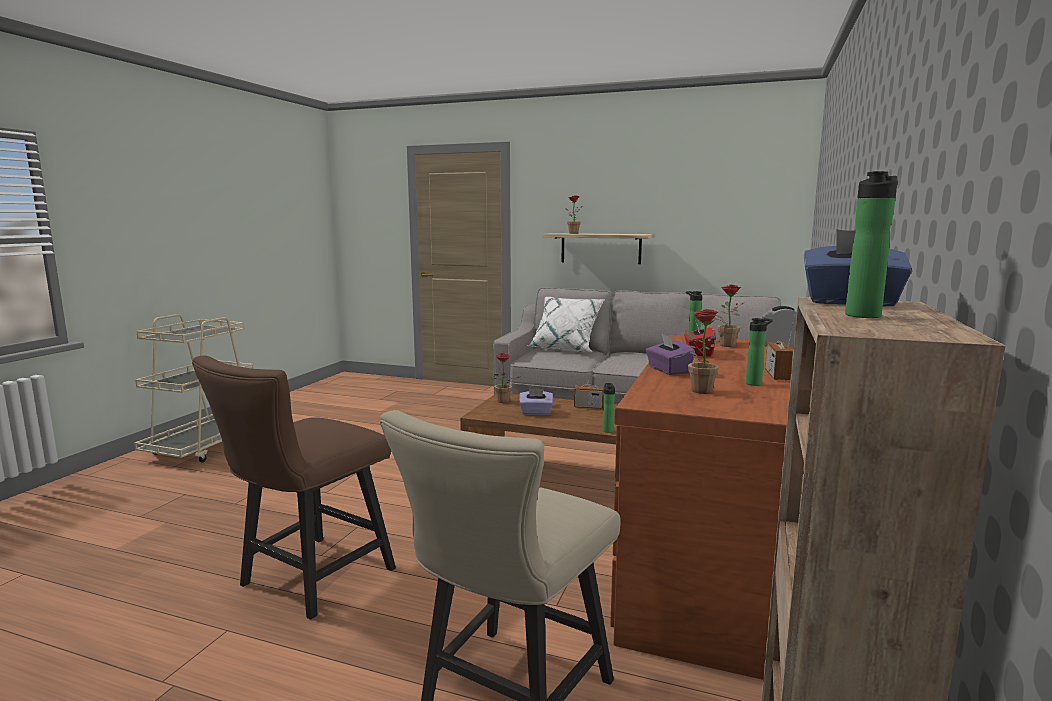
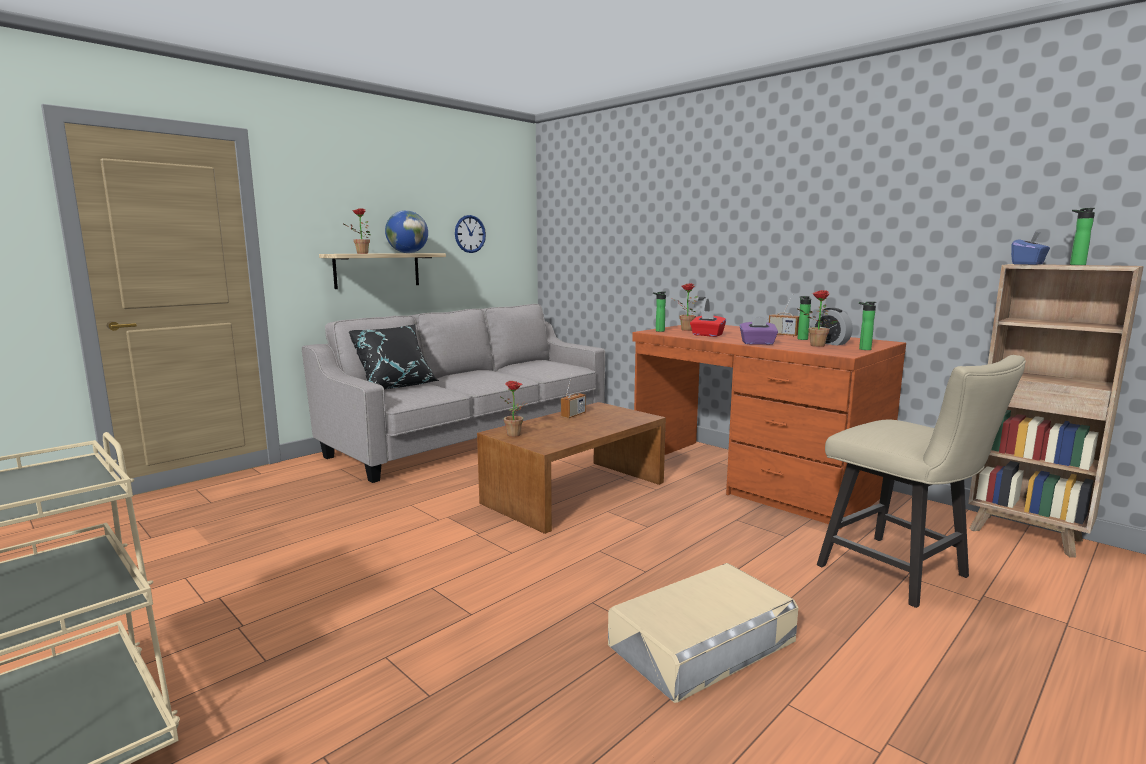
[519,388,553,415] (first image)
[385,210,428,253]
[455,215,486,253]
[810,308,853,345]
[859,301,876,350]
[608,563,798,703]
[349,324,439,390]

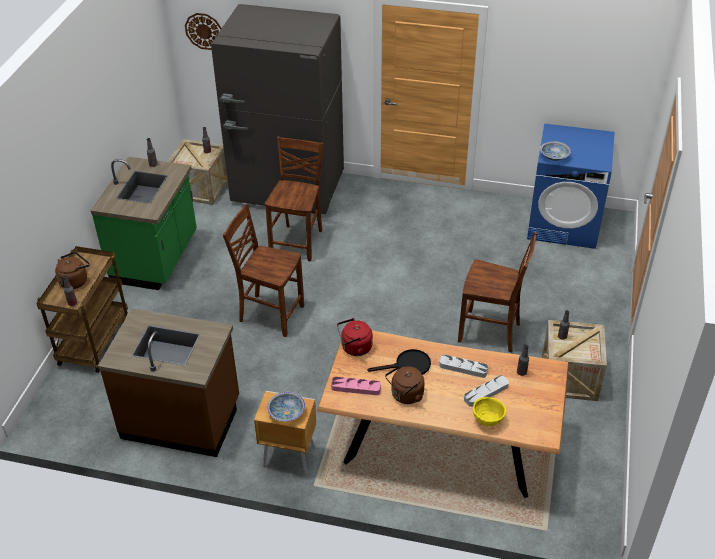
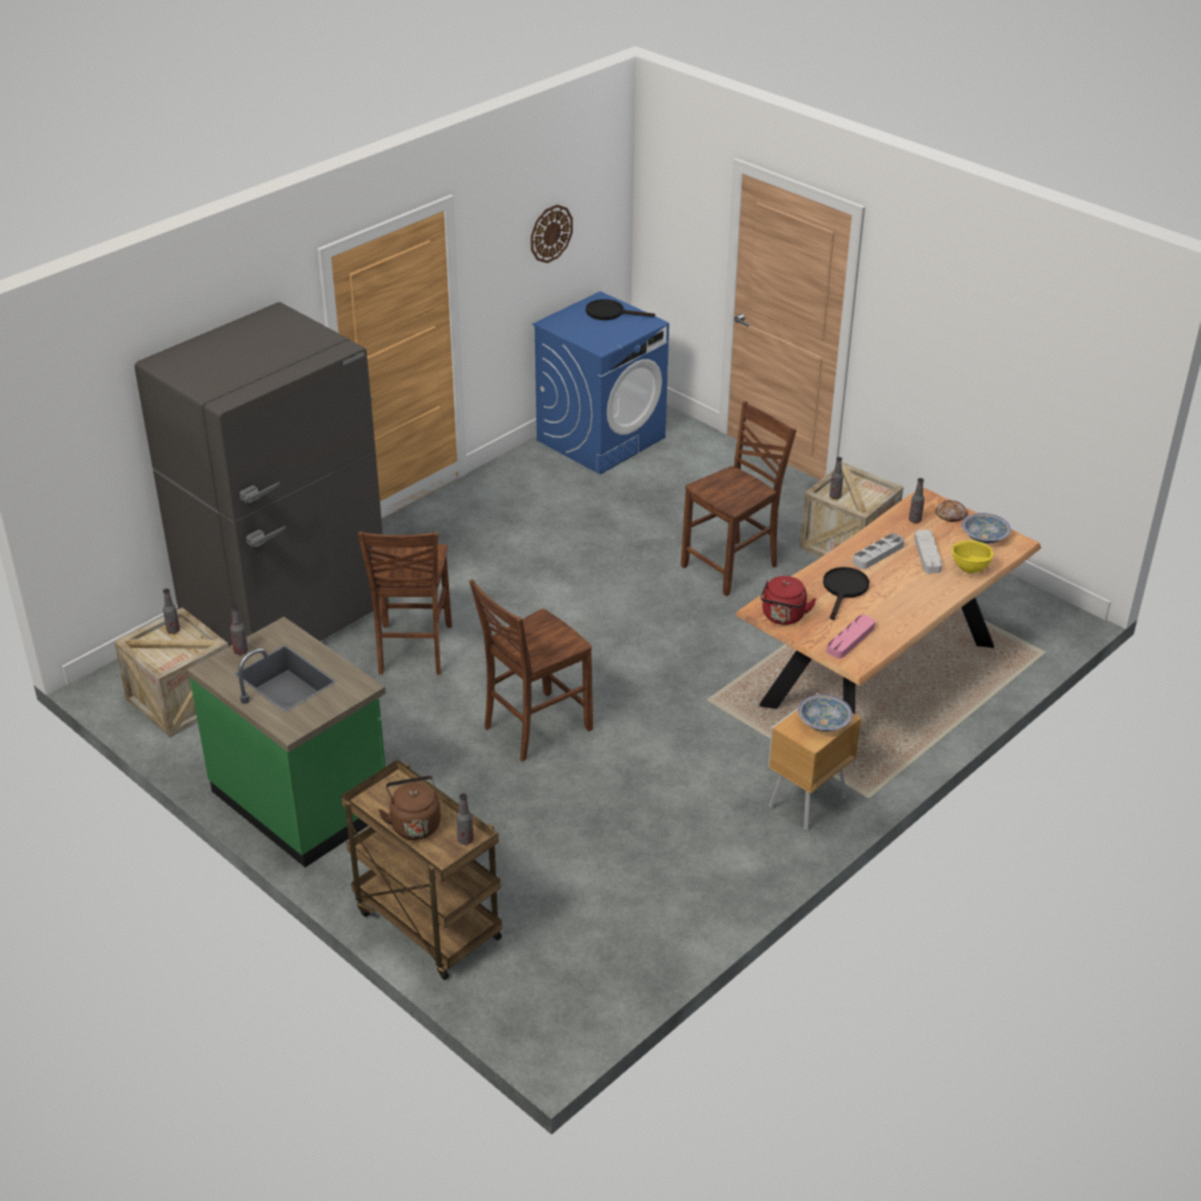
[98,308,239,457] (first image)
[385,366,424,404] (first image)
[586,299,655,320]
[935,500,968,522]
[531,205,573,263]
[962,513,1011,544]
[358,531,452,675]

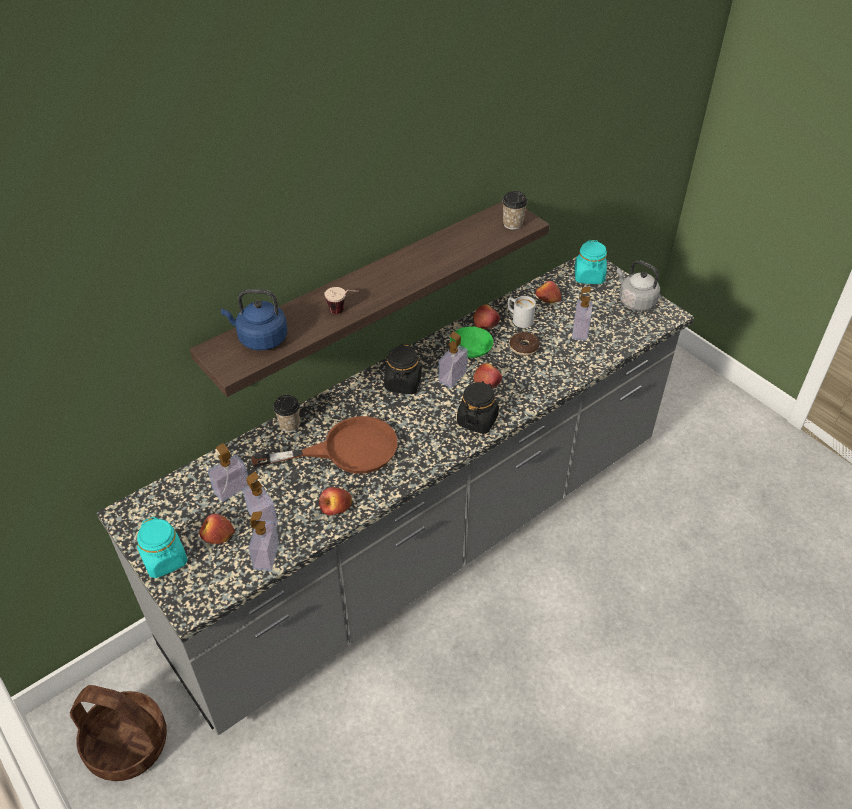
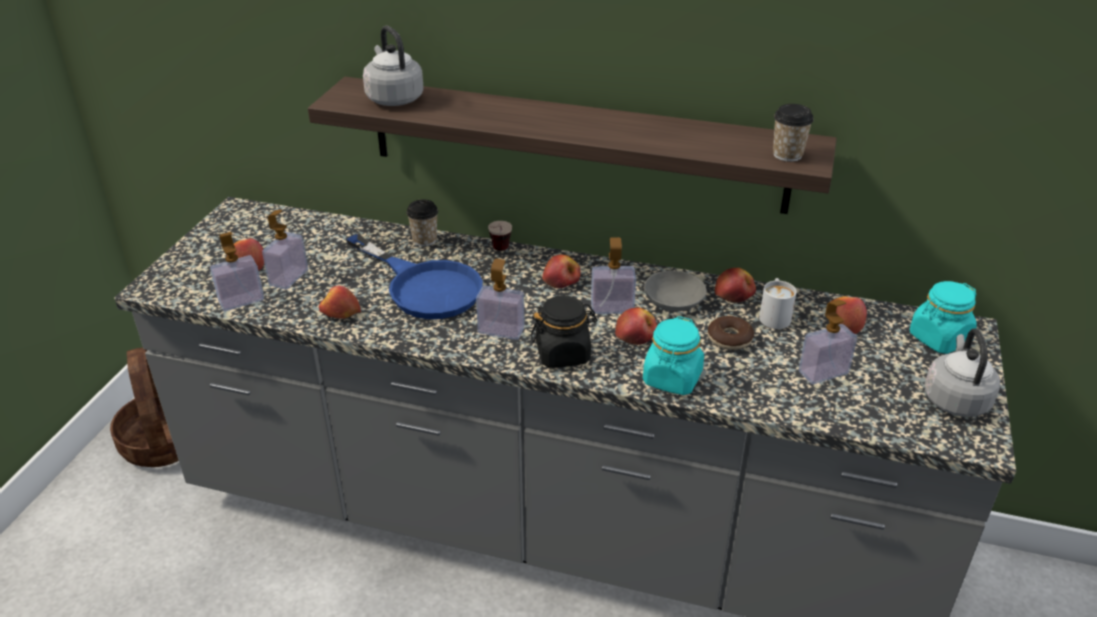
[643,316,704,395]
[476,259,525,340]
[488,221,512,251]
[542,255,580,288]
[363,26,423,106]
[346,234,483,319]
[644,271,707,311]

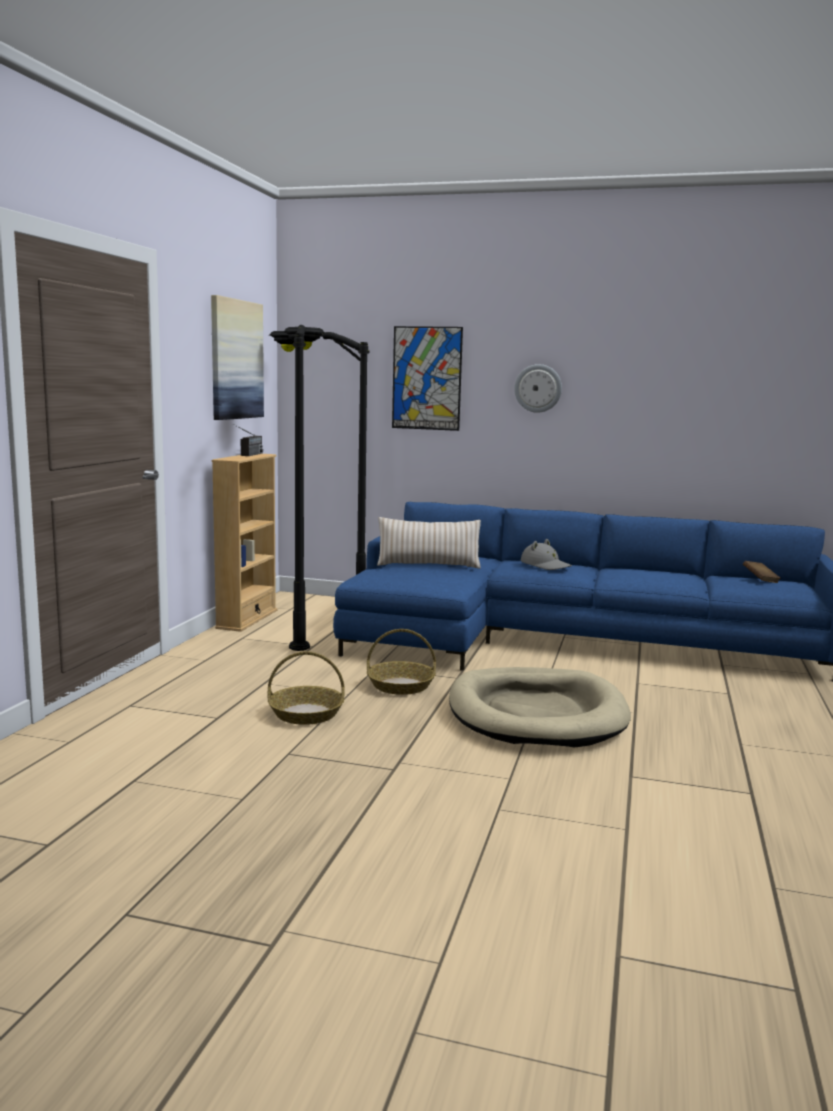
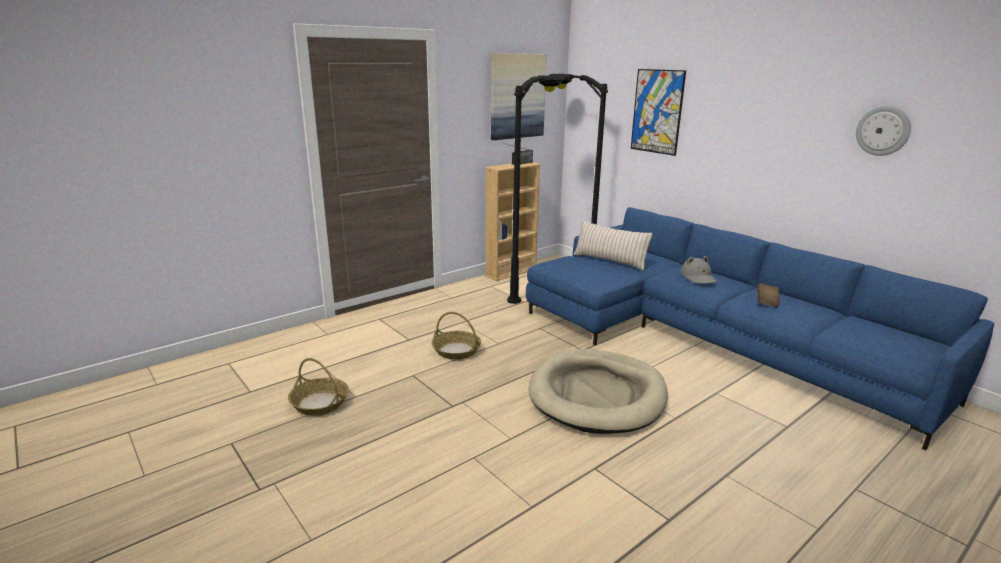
[288,358,349,416]
[856,106,911,156]
[758,283,780,308]

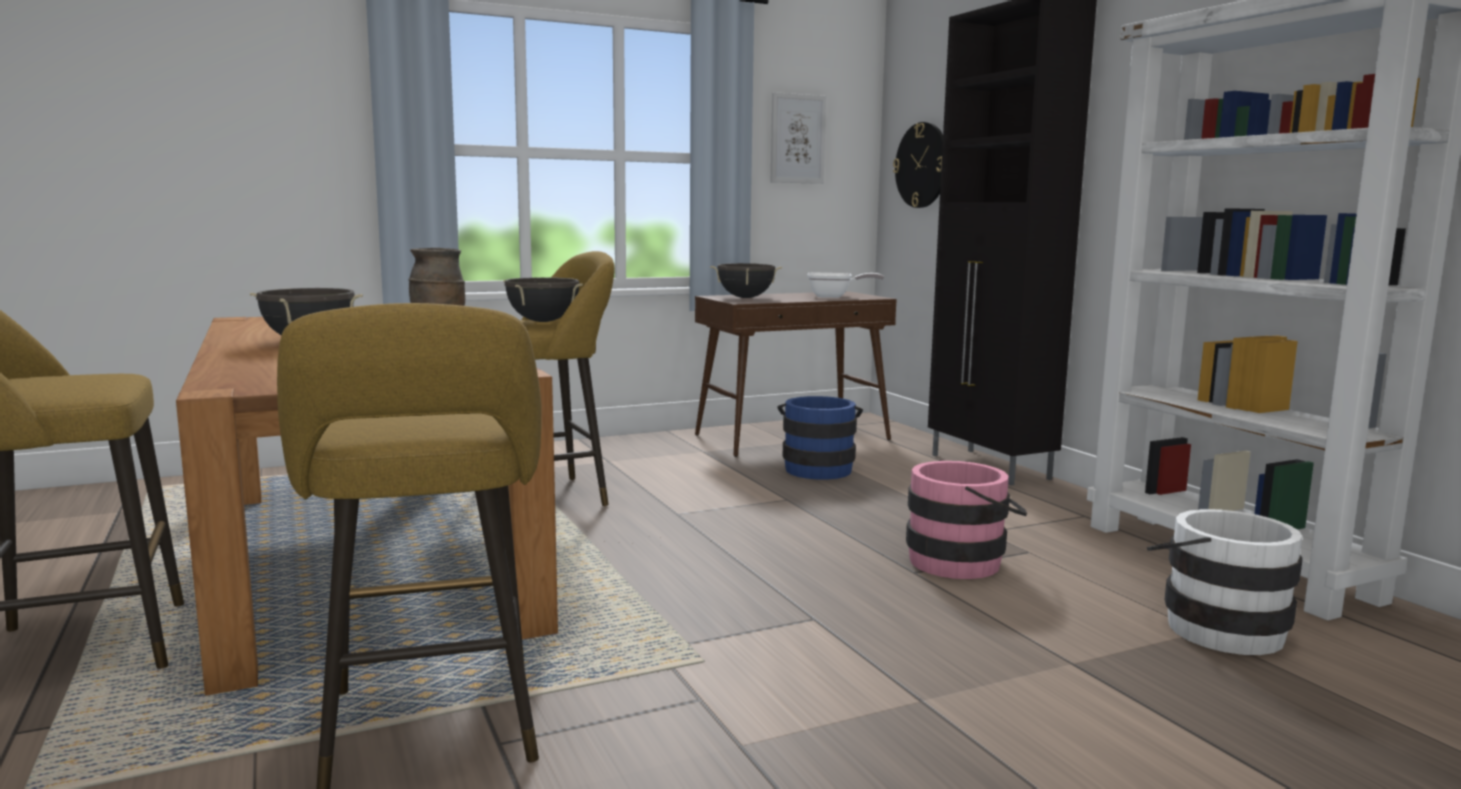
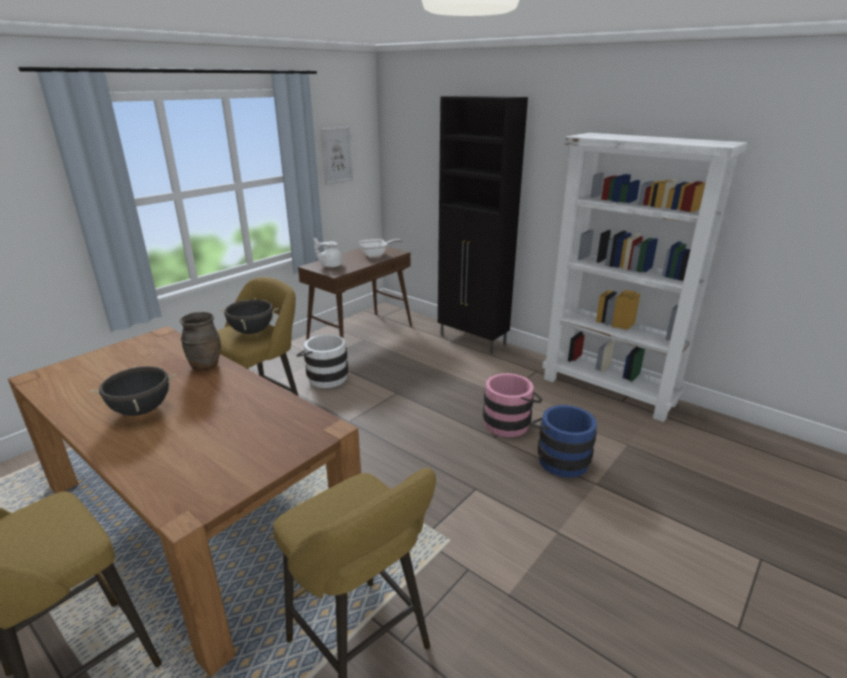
[893,122,943,208] (first image)
[531,405,597,478]
[296,334,348,388]
[314,238,343,267]

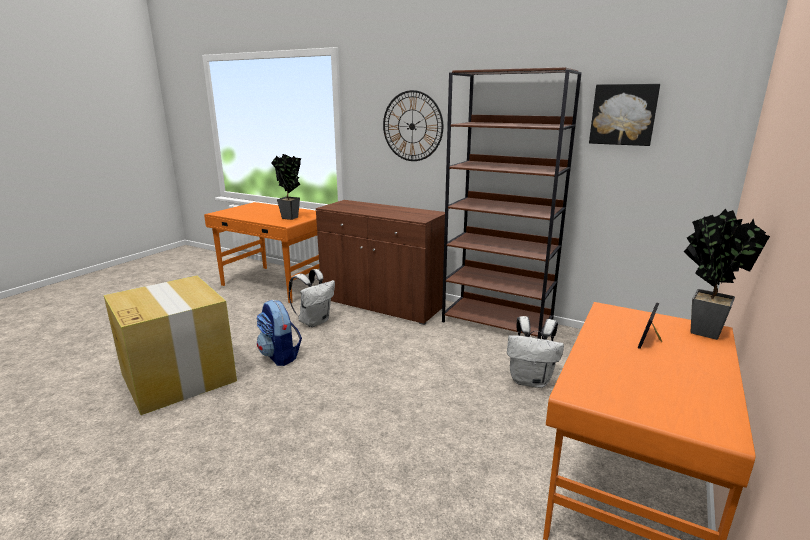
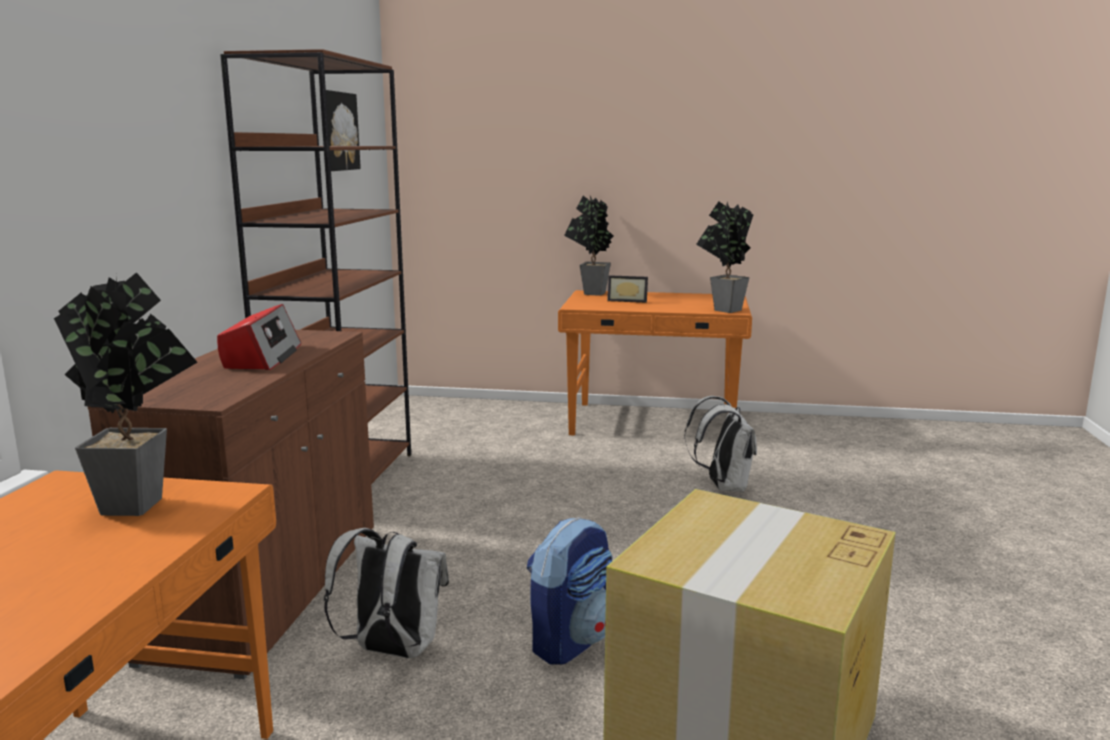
[383,90,443,161] (first image)
[217,304,301,370]
[696,202,754,313]
[684,396,757,492]

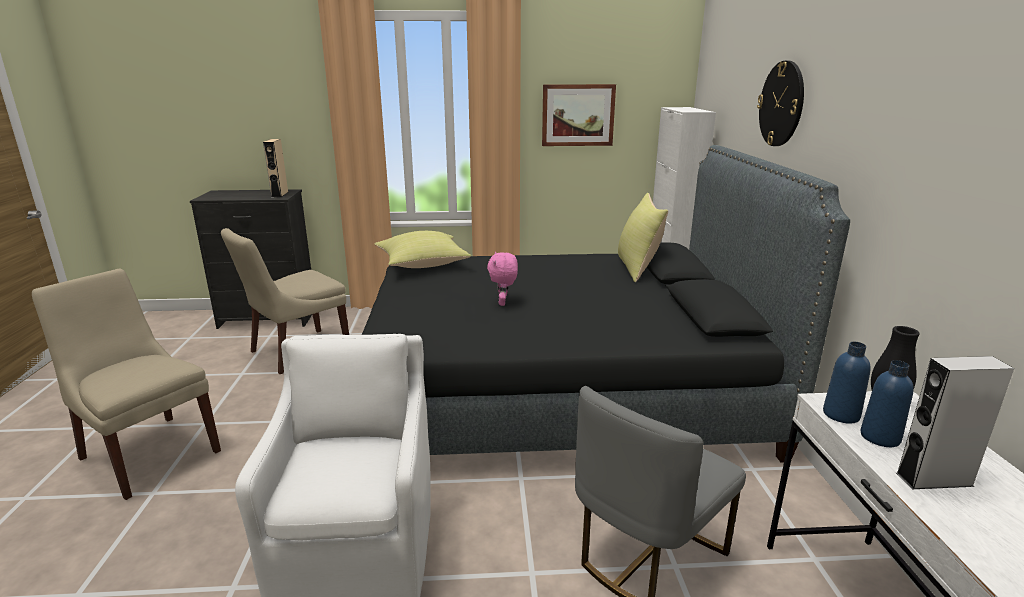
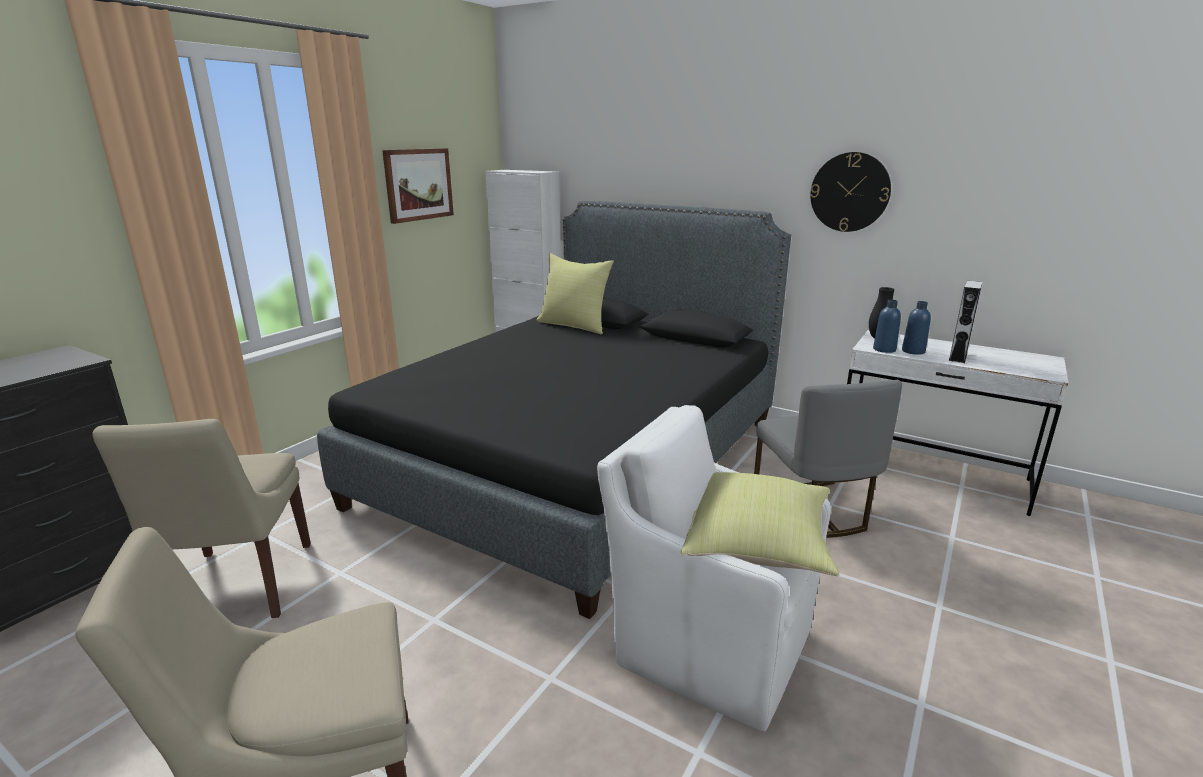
[263,139,288,197] (first image)
[487,252,518,306] (first image)
[680,472,839,576]
[810,152,891,232]

